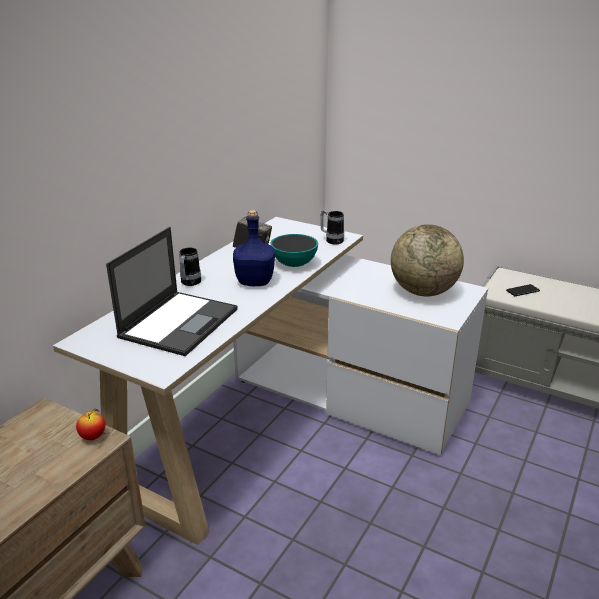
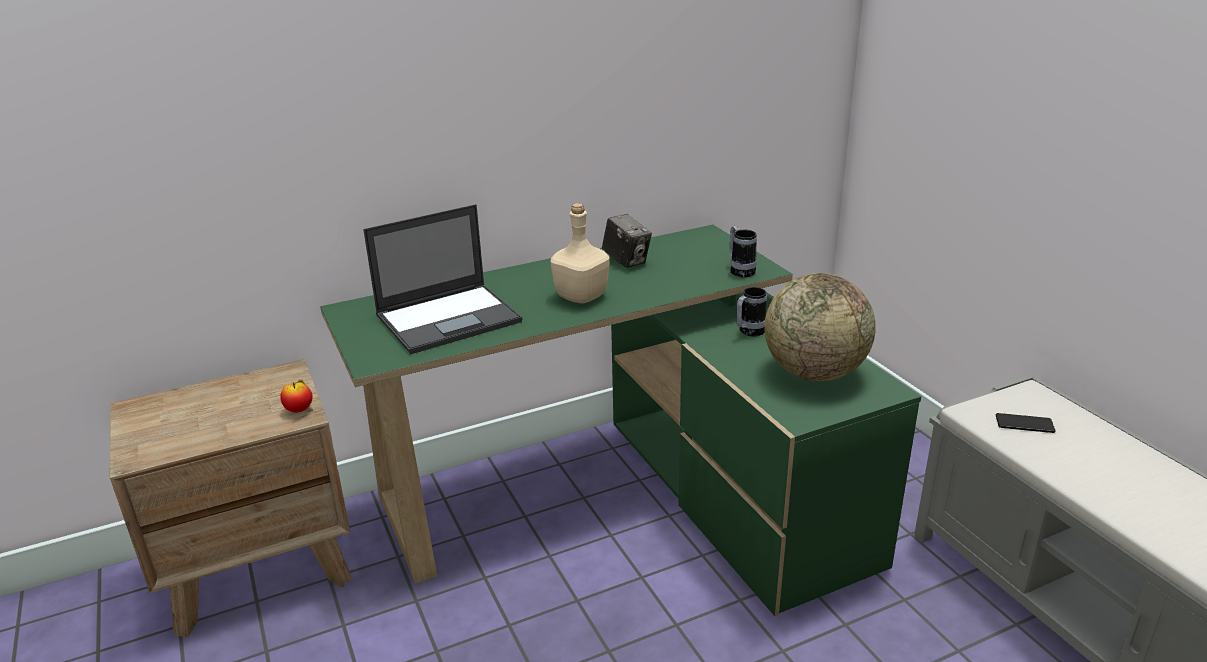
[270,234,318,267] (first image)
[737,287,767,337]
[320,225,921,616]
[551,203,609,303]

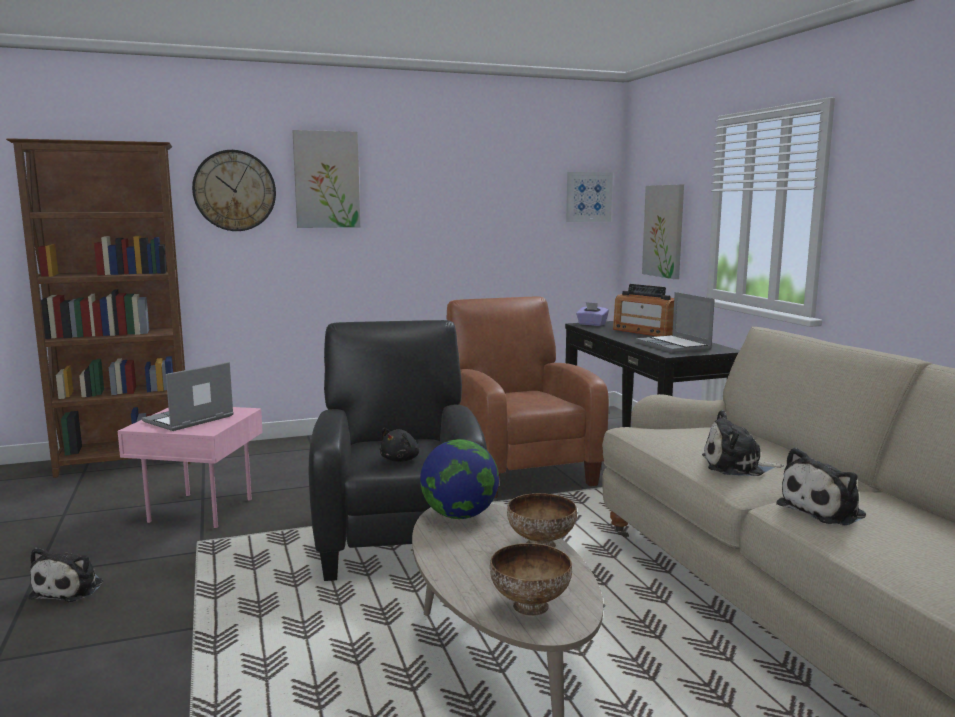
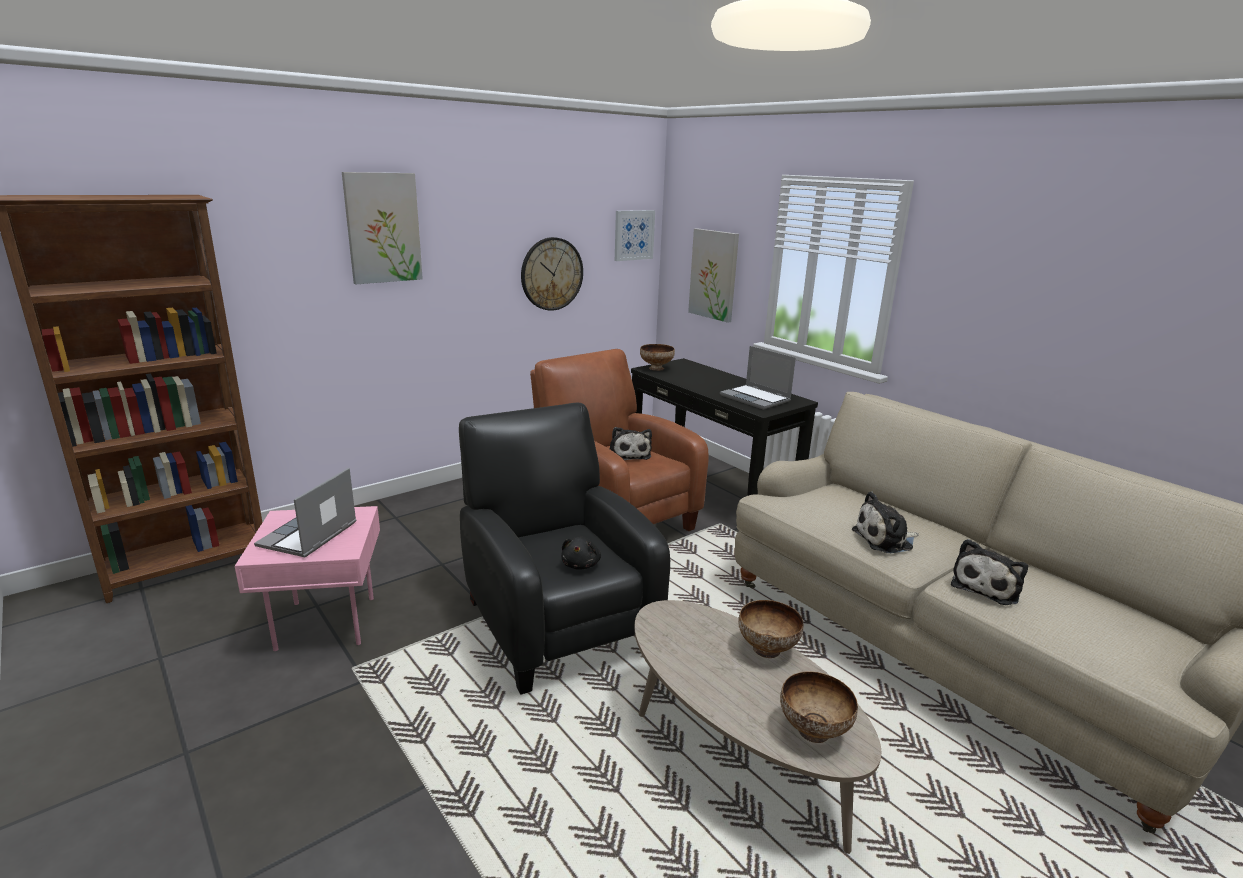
[420,439,499,519] (first image)
[613,284,674,336] (first image)
[610,427,652,460]
[521,237,583,311]
[640,344,675,371]

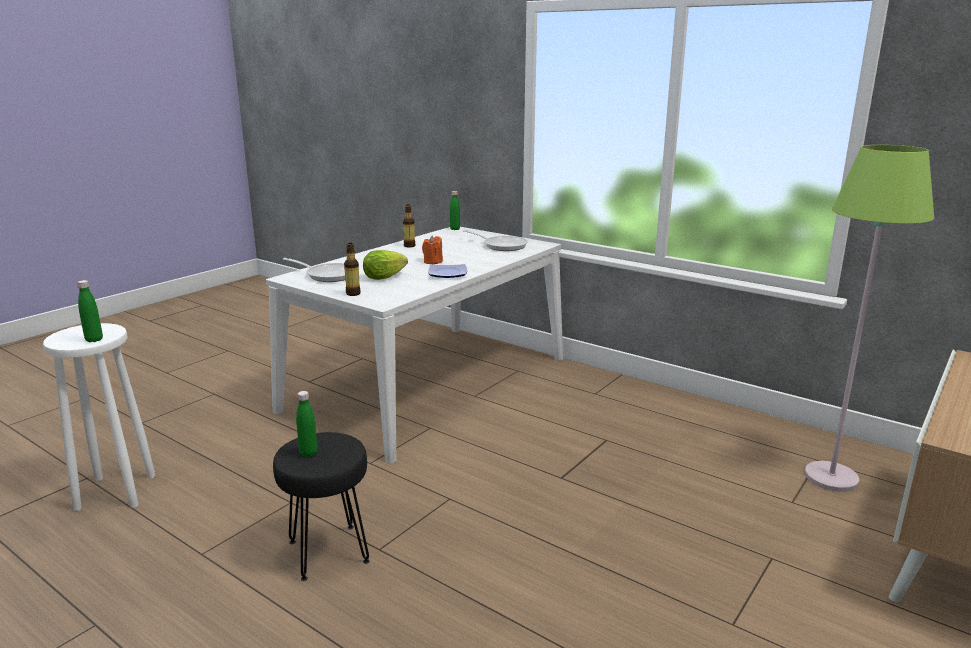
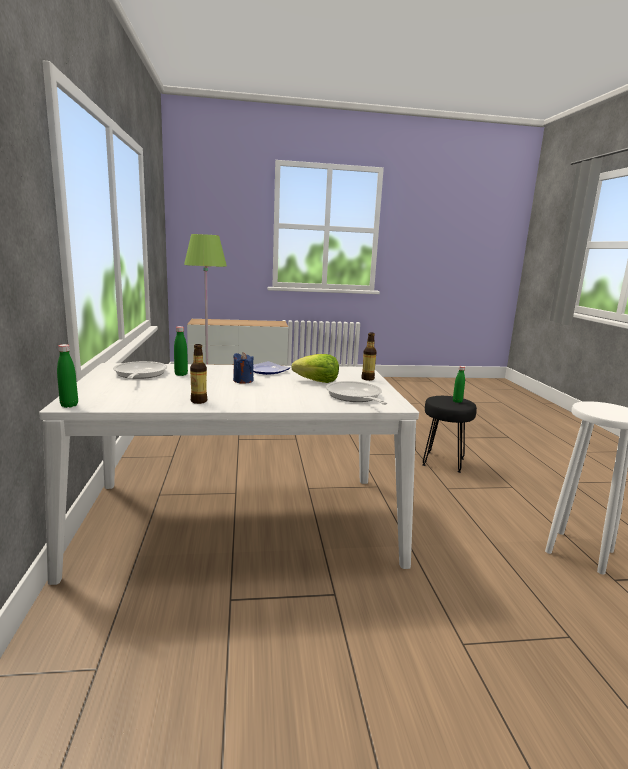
[174,326,188,376]
[233,352,253,384]

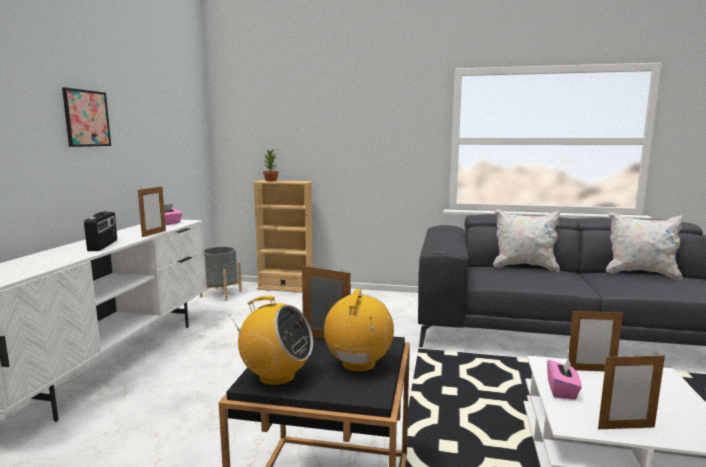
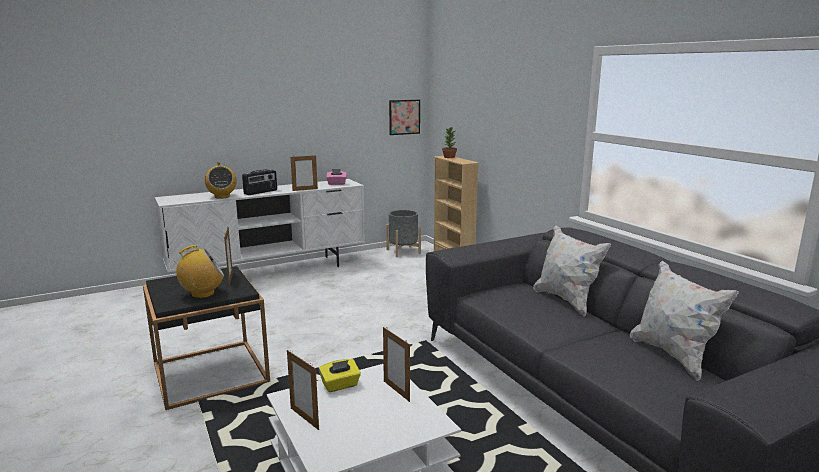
[389,100,420,135]
[205,162,237,199]
[318,359,361,392]

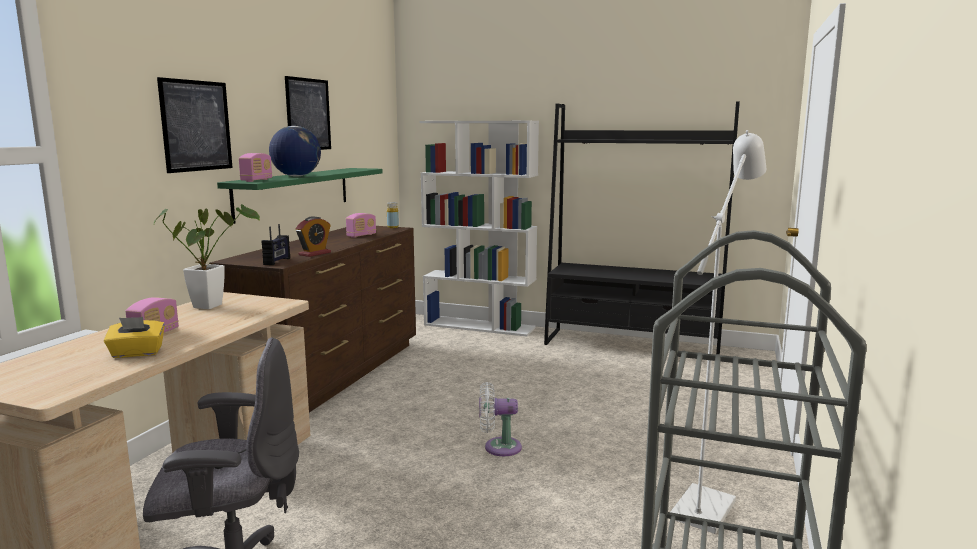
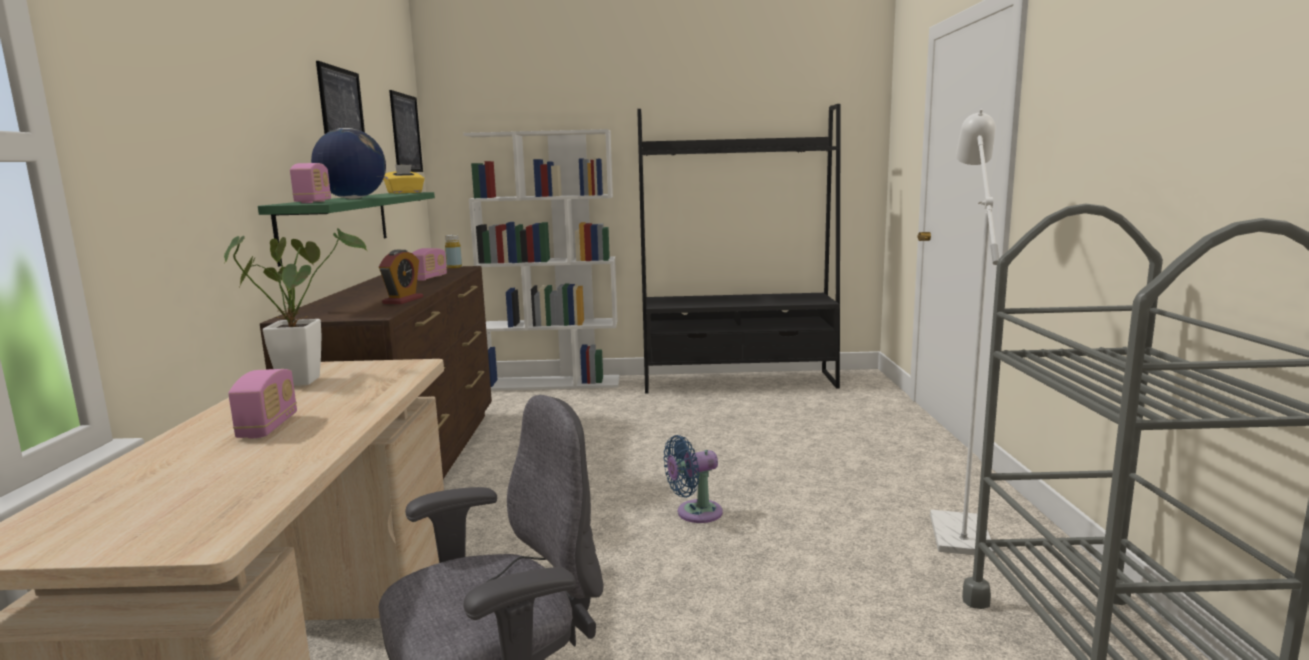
[262,224,290,265] (first image)
[383,165,425,194]
[389,90,423,172]
[663,435,723,523]

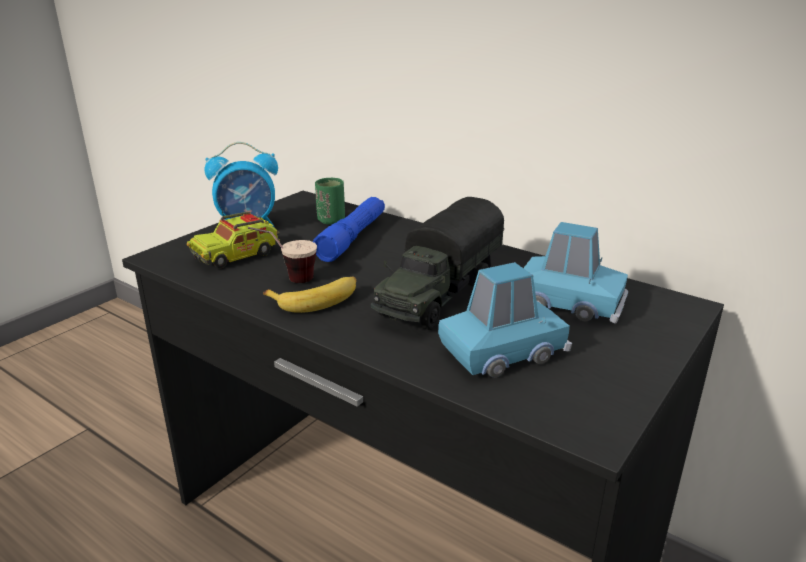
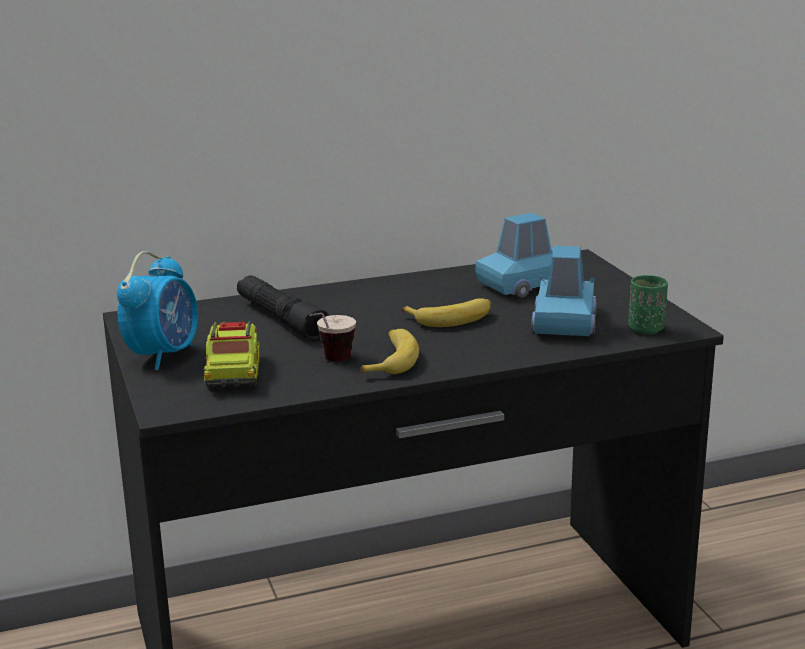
[628,275,668,334]
[401,298,491,327]
[237,275,330,342]

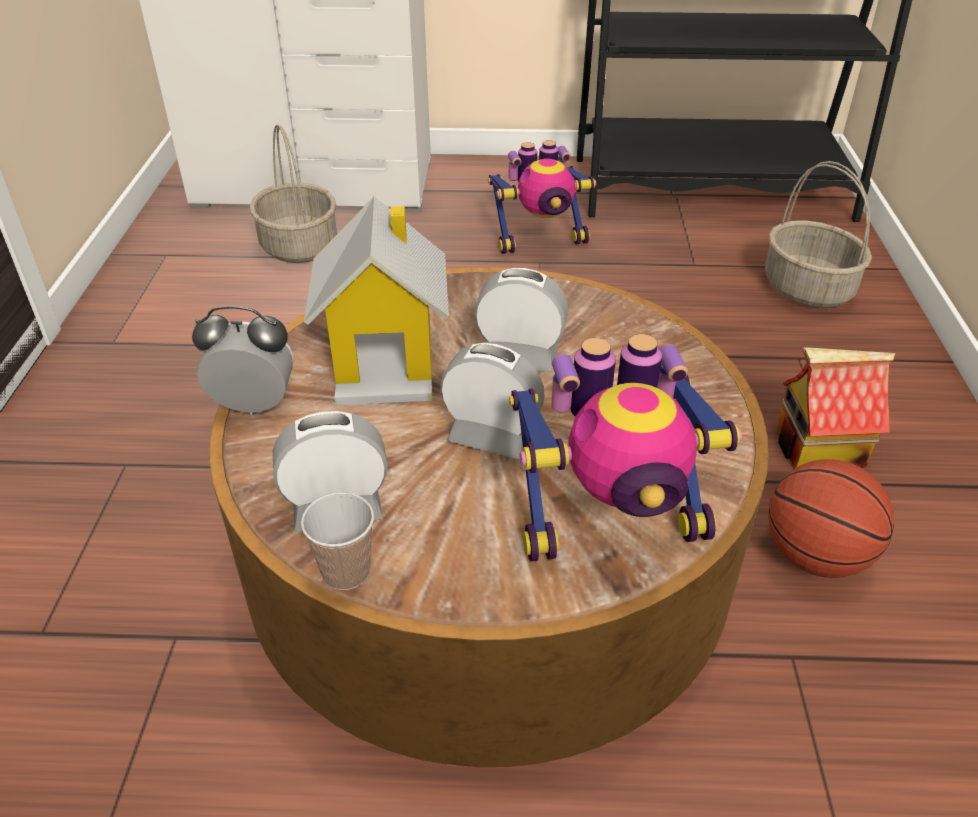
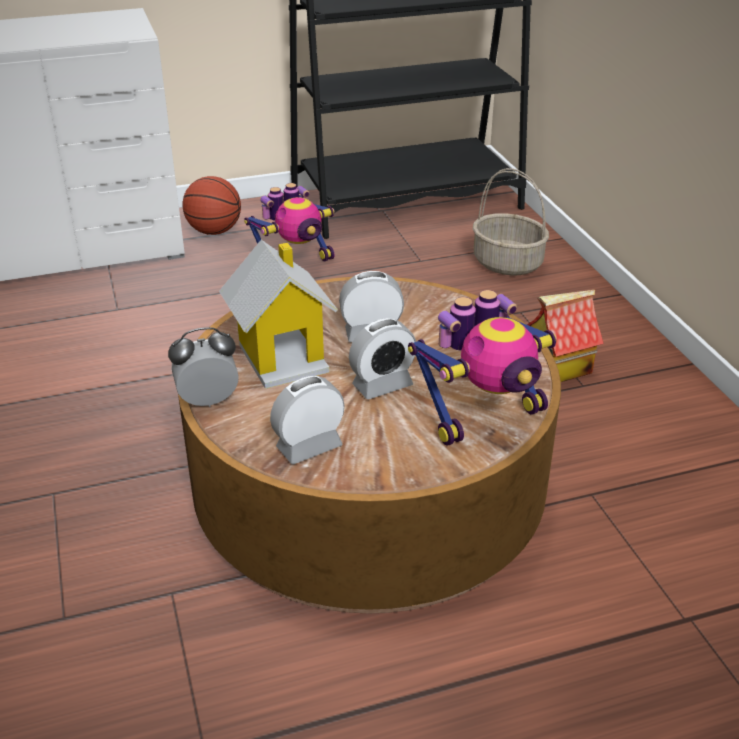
[249,125,337,263] (first image)
[301,492,374,590] (first image)
[183,176,241,235]
[349,318,416,399]

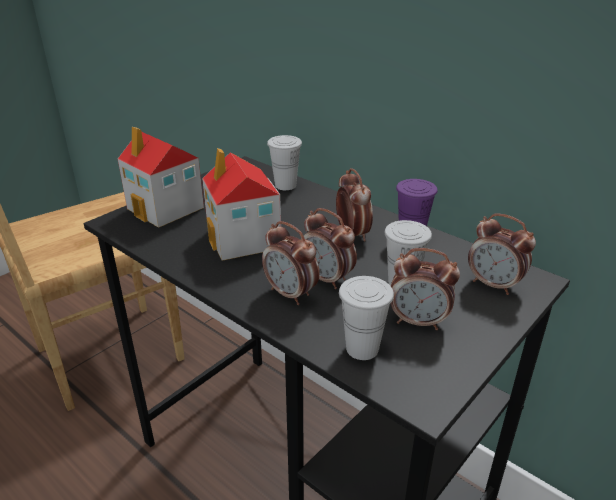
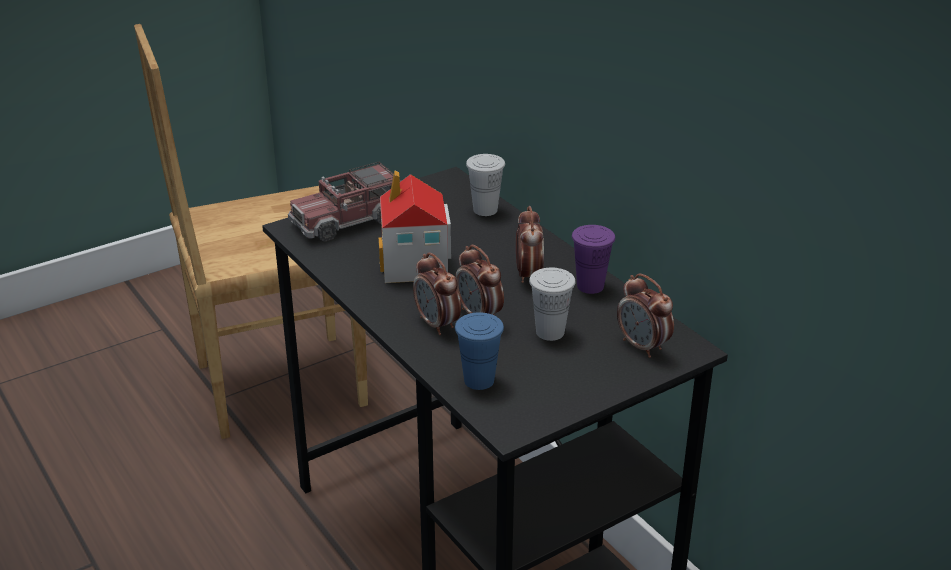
[390,248,460,330] (first image)
[288,162,401,242]
[455,312,504,390]

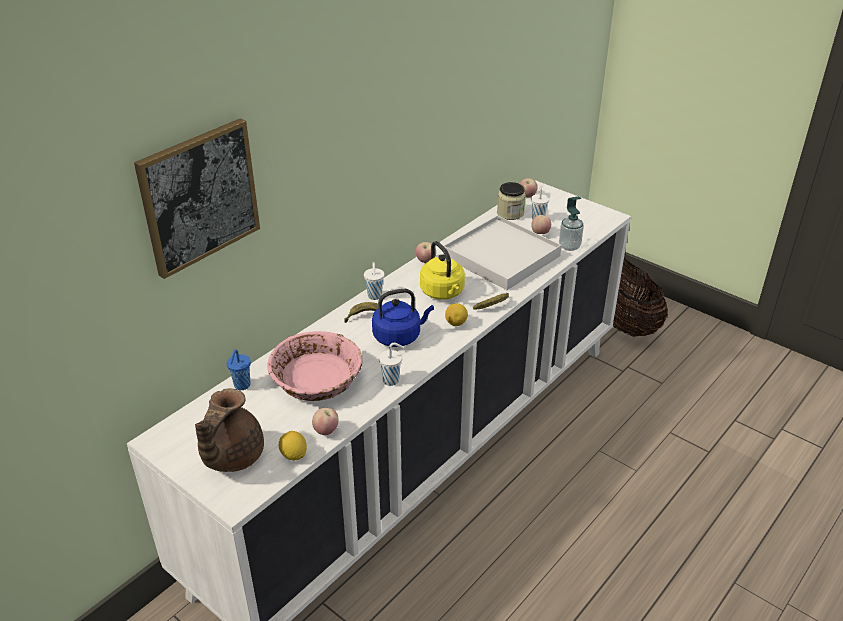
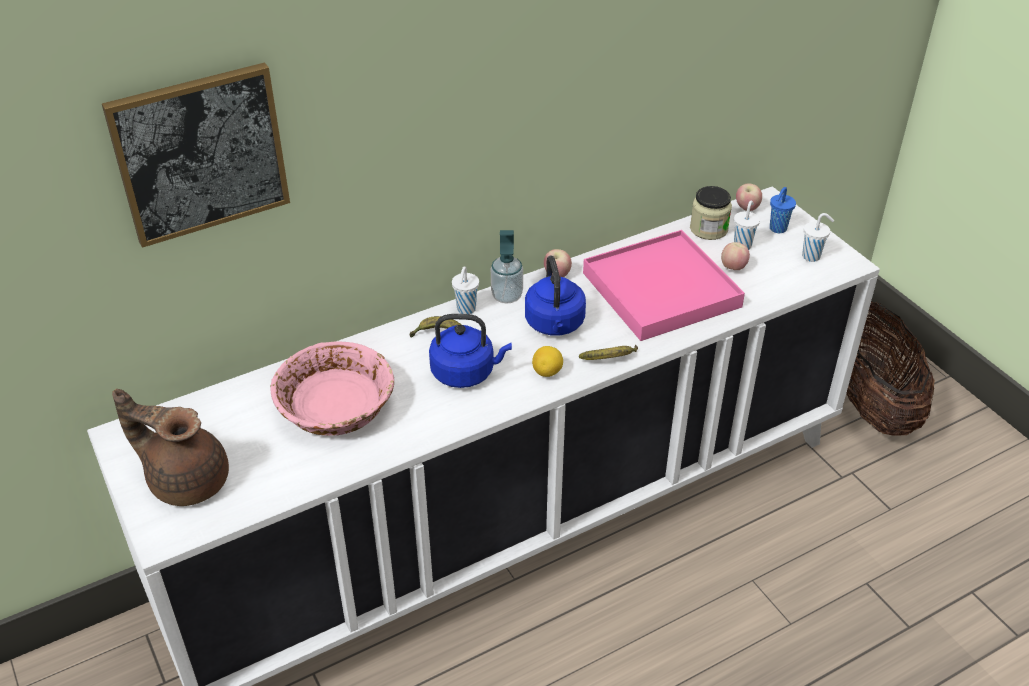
[279,431,307,461] (first image)
[312,408,339,435] (first image)
[770,187,796,233]
[802,213,834,262]
[491,230,523,304]
[525,255,586,335]
[583,230,745,341]
[112,389,229,506]

